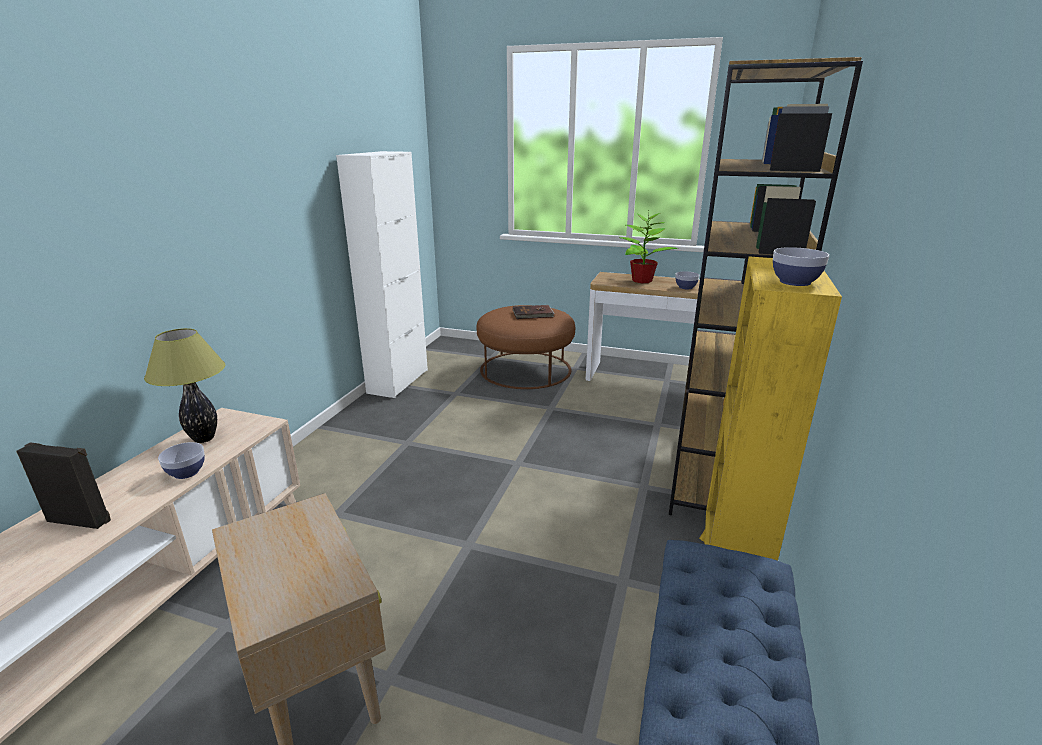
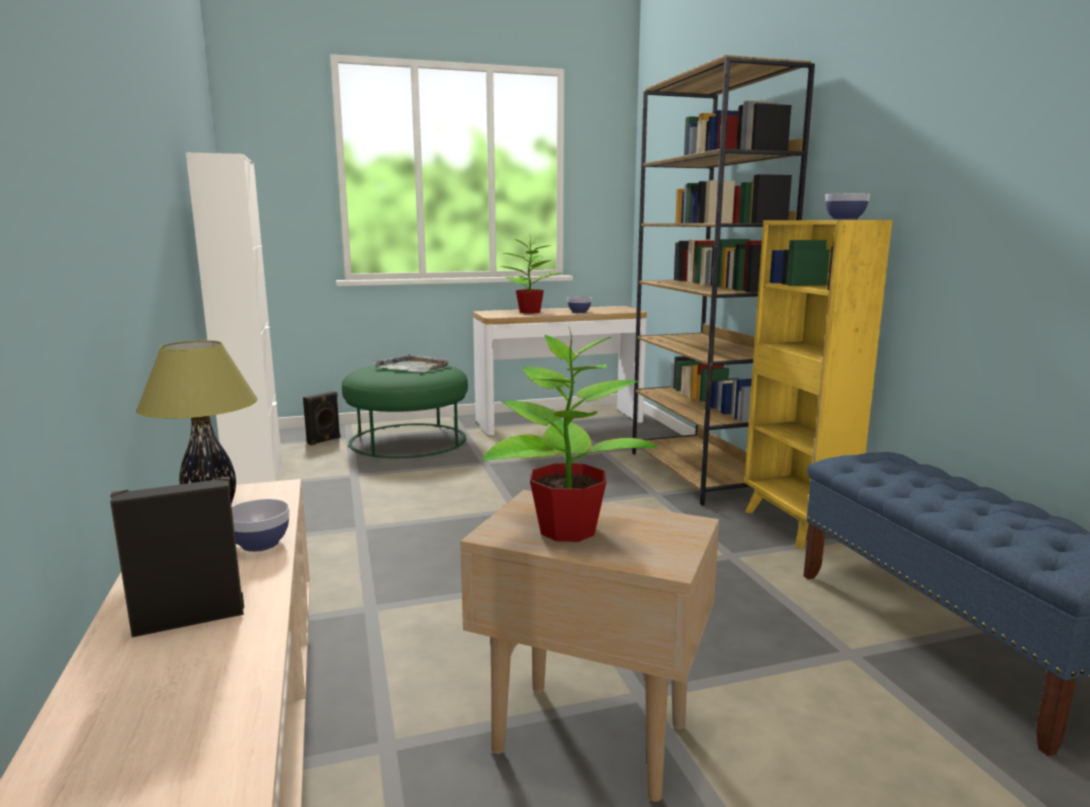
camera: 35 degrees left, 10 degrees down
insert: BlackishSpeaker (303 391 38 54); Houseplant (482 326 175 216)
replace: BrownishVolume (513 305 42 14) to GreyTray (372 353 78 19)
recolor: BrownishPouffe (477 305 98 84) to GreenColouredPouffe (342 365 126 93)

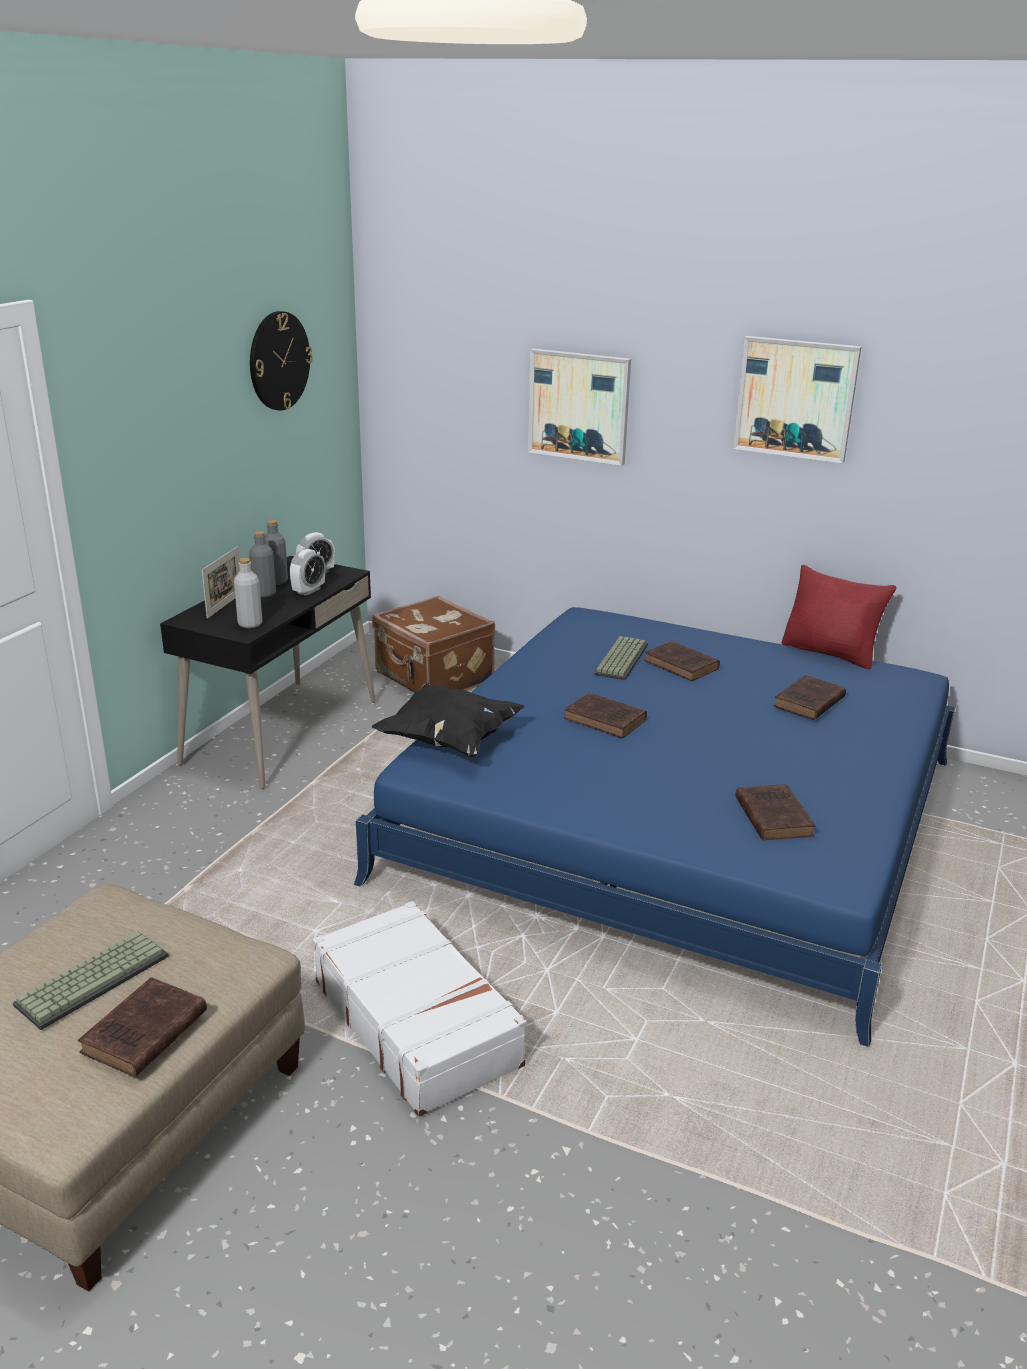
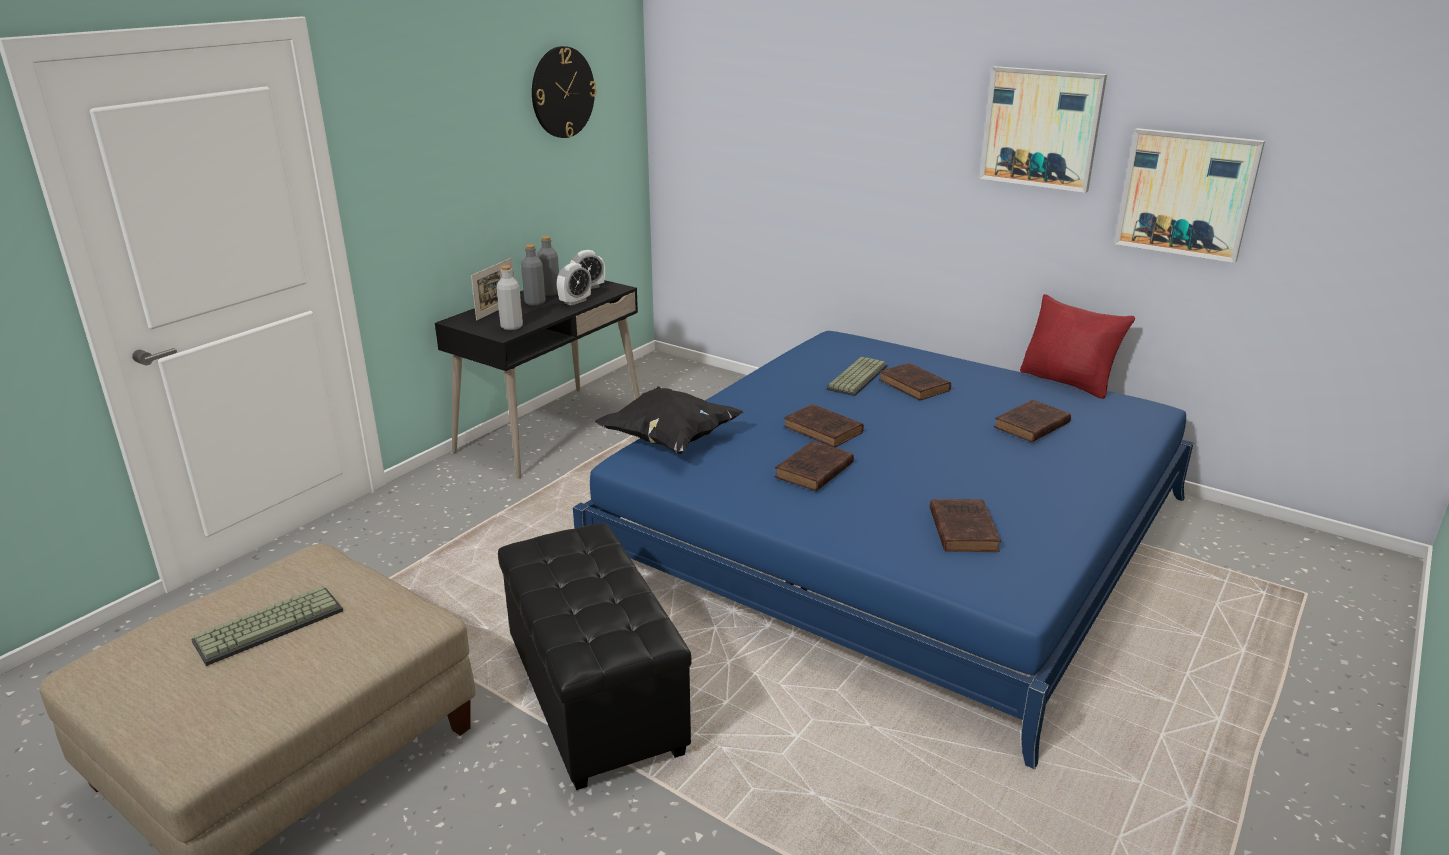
camera: 10 degrees right, 0 degrees up
delete: BrownishPieceOfLuggage (372 596 123 97)
move: BrownishVolume (78 977 129 100) to (775 441 79 50); WallArt (528 349 103 117) to (1114 128 151 135)
replace: WhiteColouredPieceOfLuggage (313 901 214 216) to BlackishPouffe (498 523 194 267)

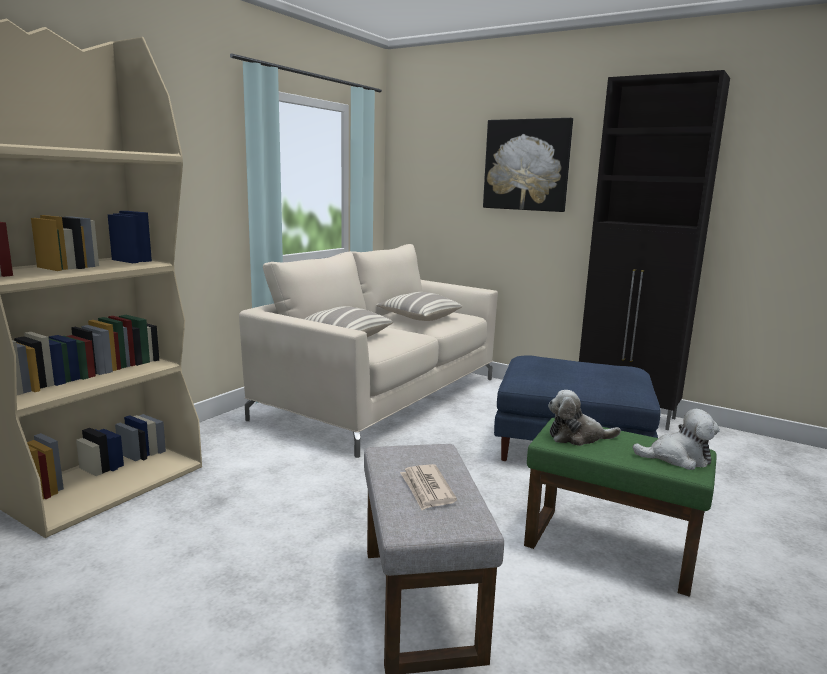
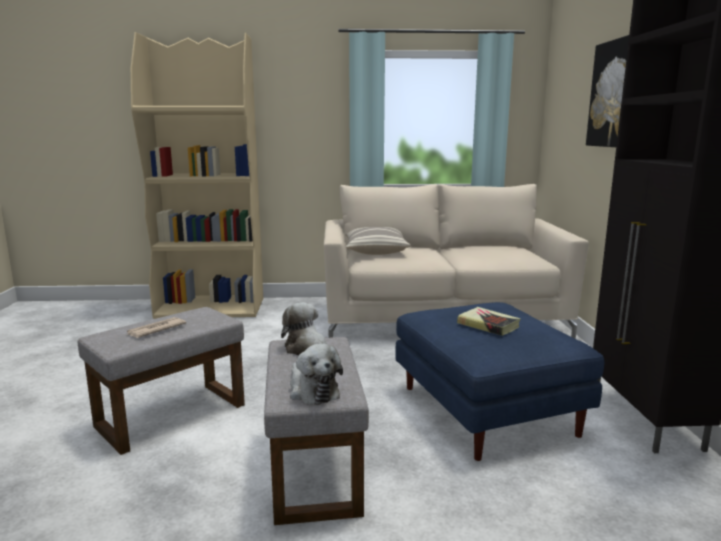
camera: 55 degrees right, 0 degrees up
delete: Pillow (376 292 86 29)
insert: Volume (457 307 63 29)
recolor: GreenColouredPouffe (524 418 193 179) to GreyPouffe (264 337 105 188)

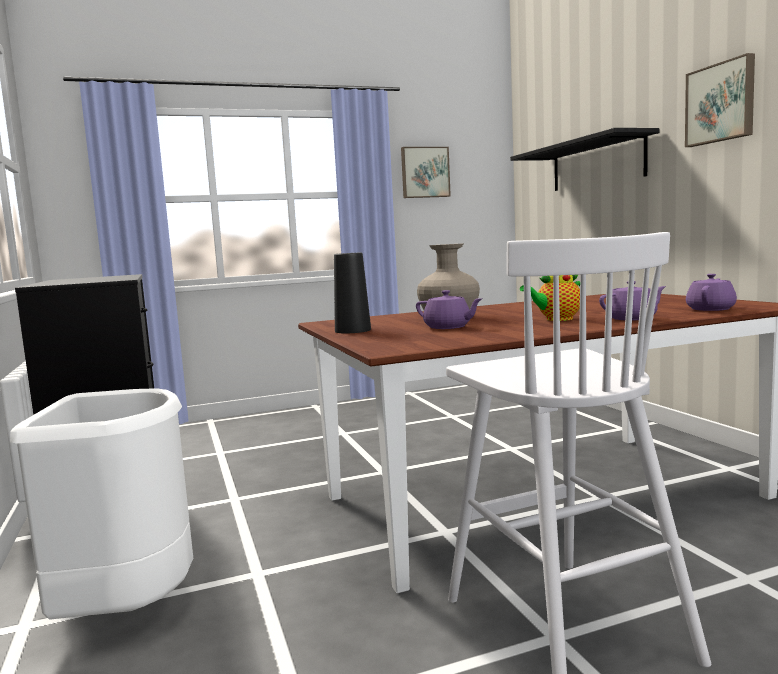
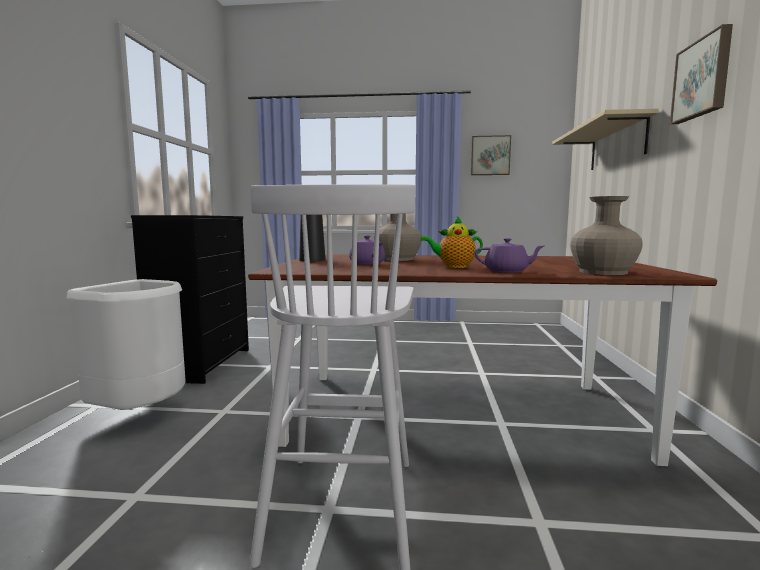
camera: 25 degrees right, 0 degrees up
replace: PurpleTeaPot (686 274 51 37) to SandColouredFlowerVase (570 196 73 79)
recolor: BlackishBracketShelf (510 128 150 63) to SandColouredBracketShelf (552 109 107 61)

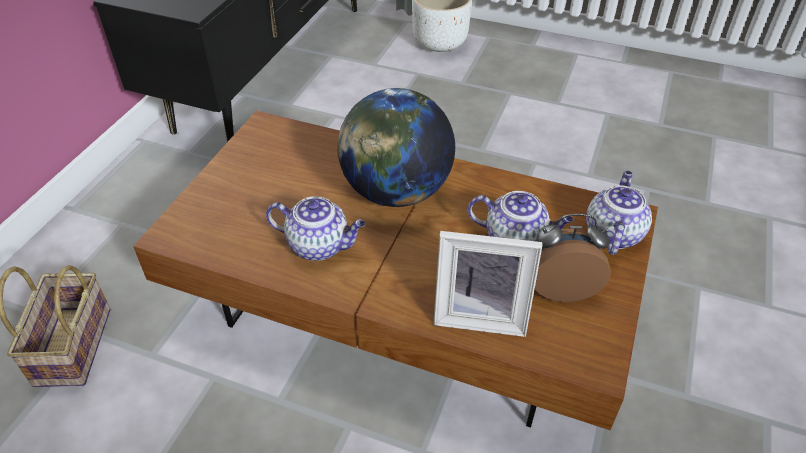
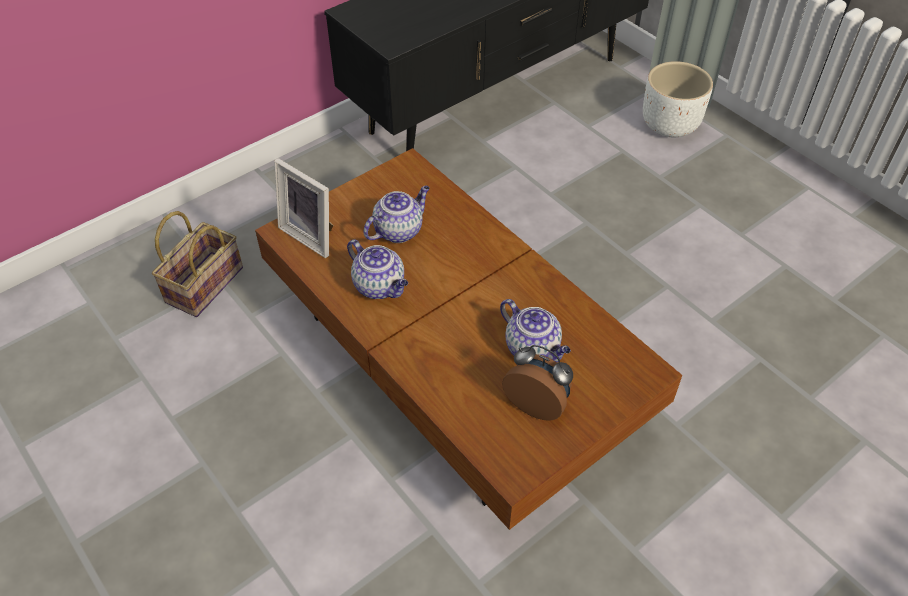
camera: 30 degrees right, 5 degrees up
delete: WorldGlobe (337 88 118 119)
move: PictureFrame (433 231 109 106) to (274 158 59 100); TeaPot (586 170 66 85) to (364 186 66 57)

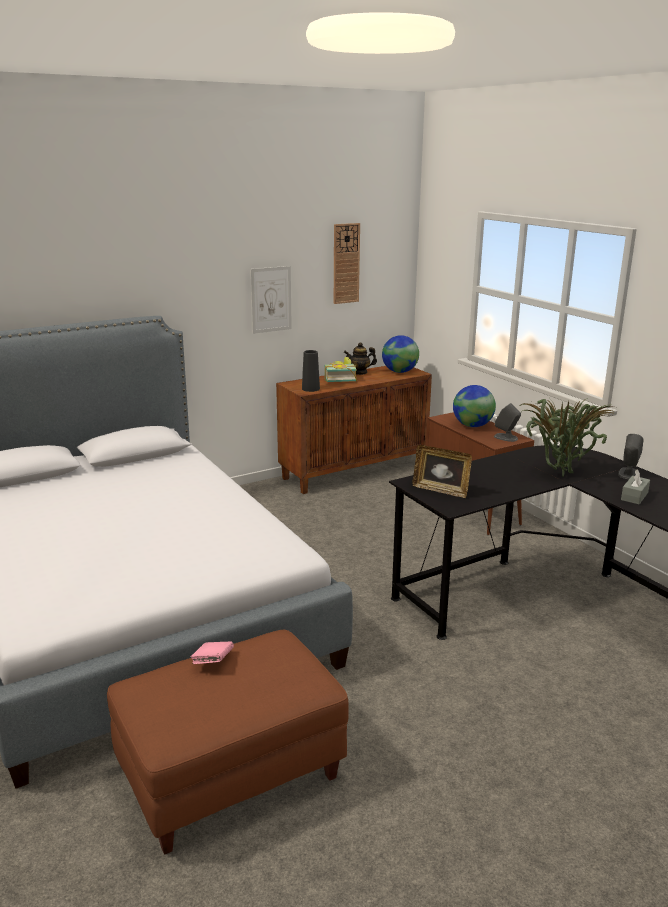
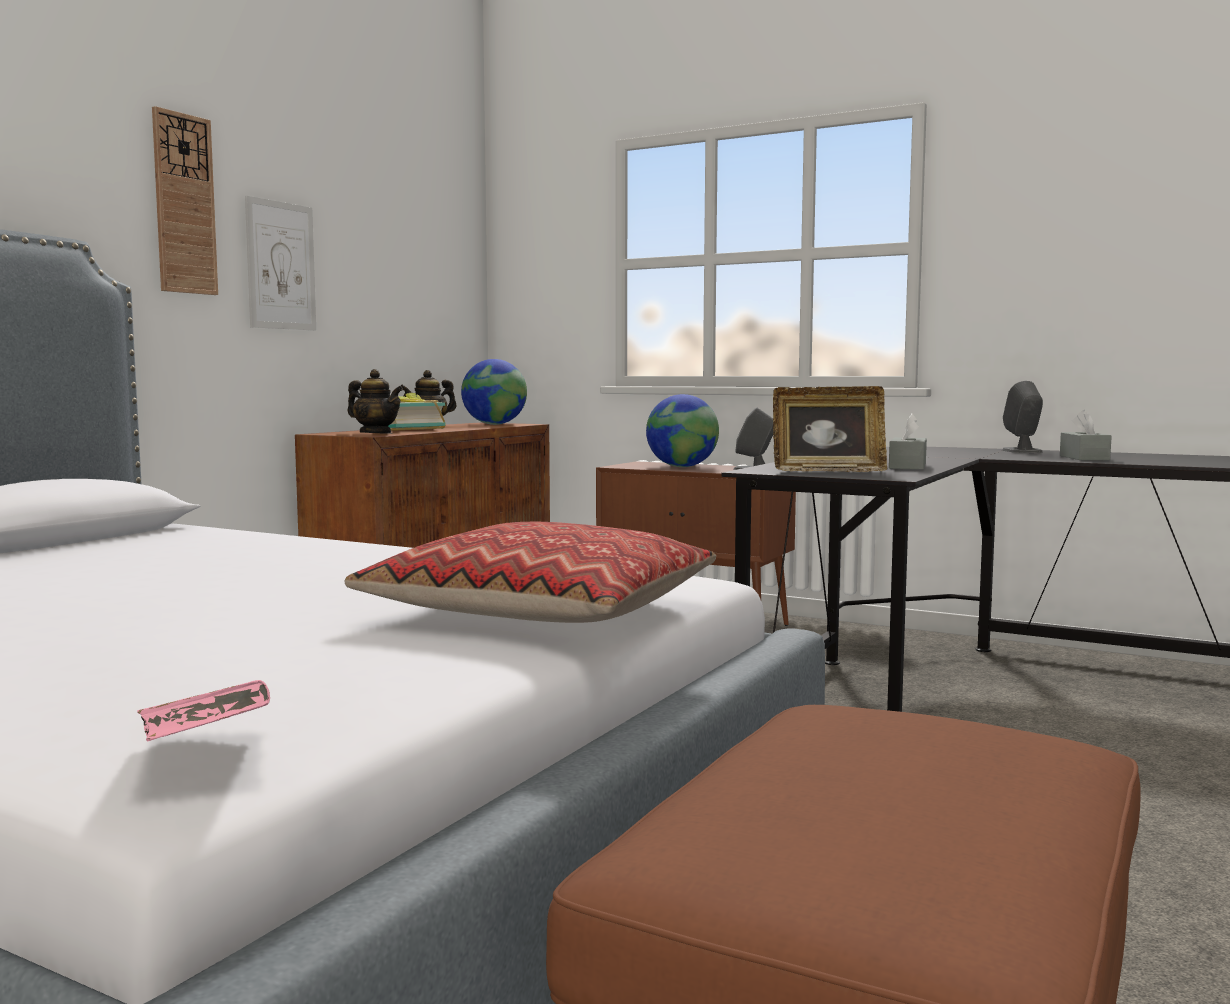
camera: 30 degrees left, 15 degrees down
delete: Houseplant (519 398 99 79)
insert: Pillow (345 522 371 101); GreyTissueBox (889 414 38 56)
move: PinkishVolume (191 642 43 22) to (137 680 133 61); ClockOnTheWall (334 223 26 81) to (152 106 66 189)
replace: BlackishFlowerVase (302 350 18 42) to TeaPot (348 369 55 65)

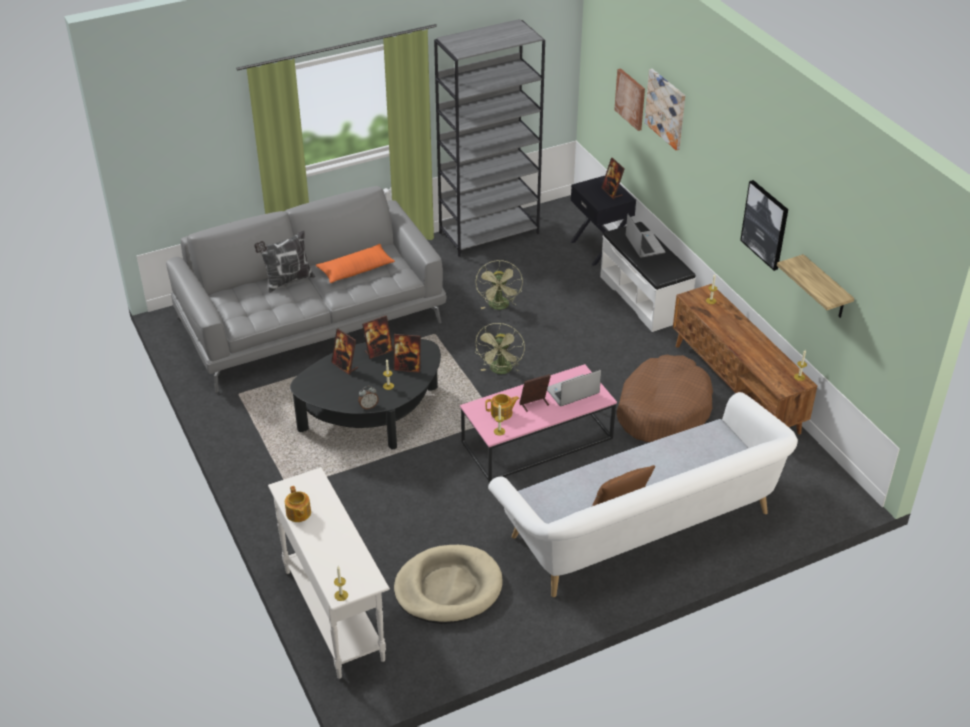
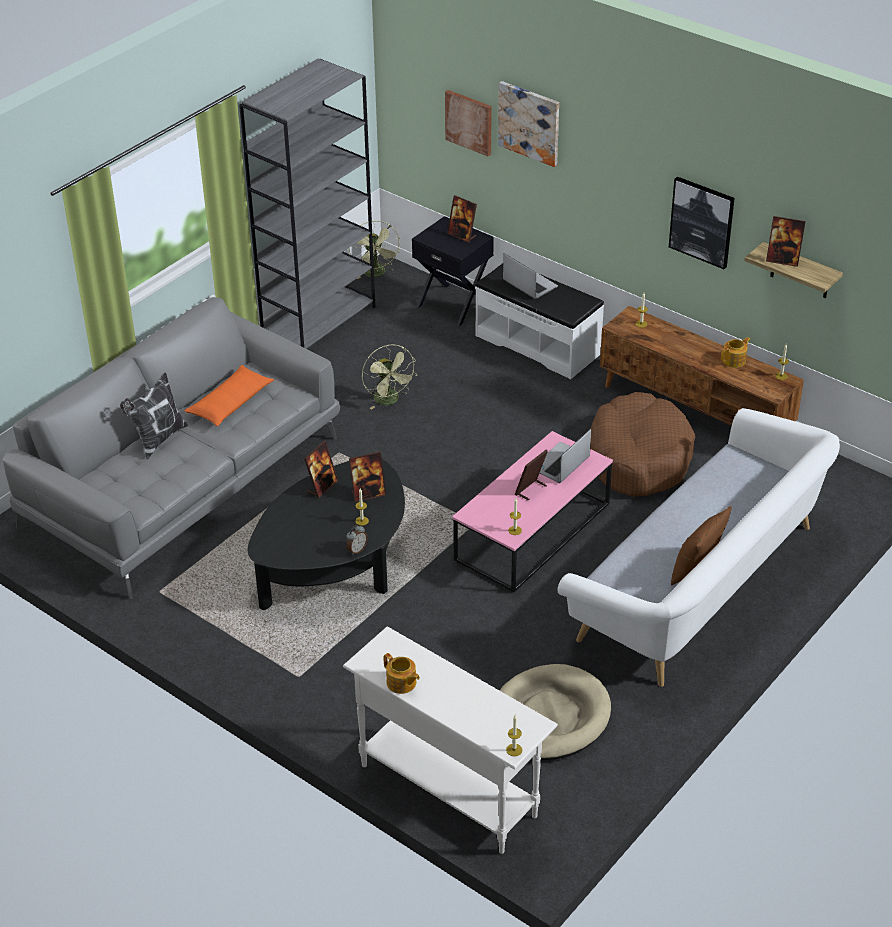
camera: 25 degrees left, 0 degrees up
move: GreenColouredElectricFan (476 323 49 51) to (349 220 51 59); TeaPot (485 394 34 26) to (721 337 30 31); PictureFrame (331 329 27 46) to (766 216 40 51)

